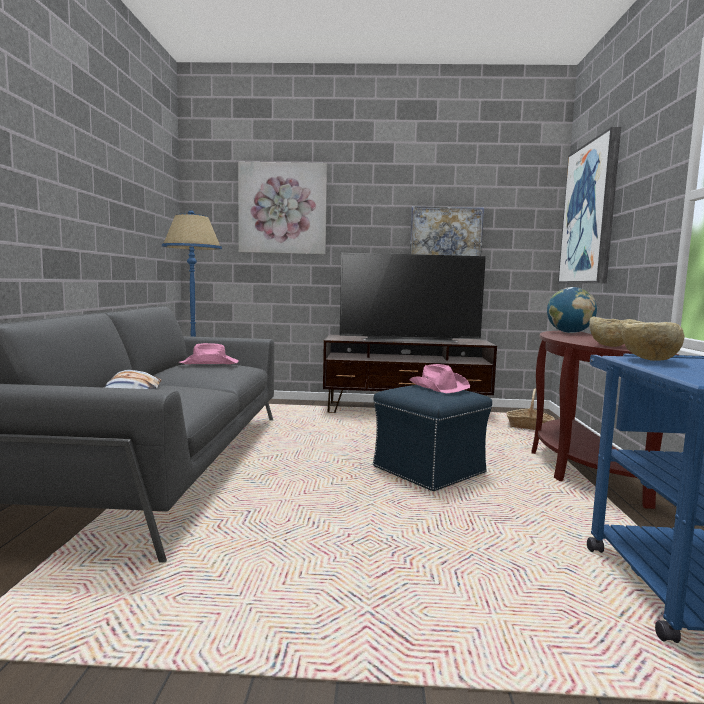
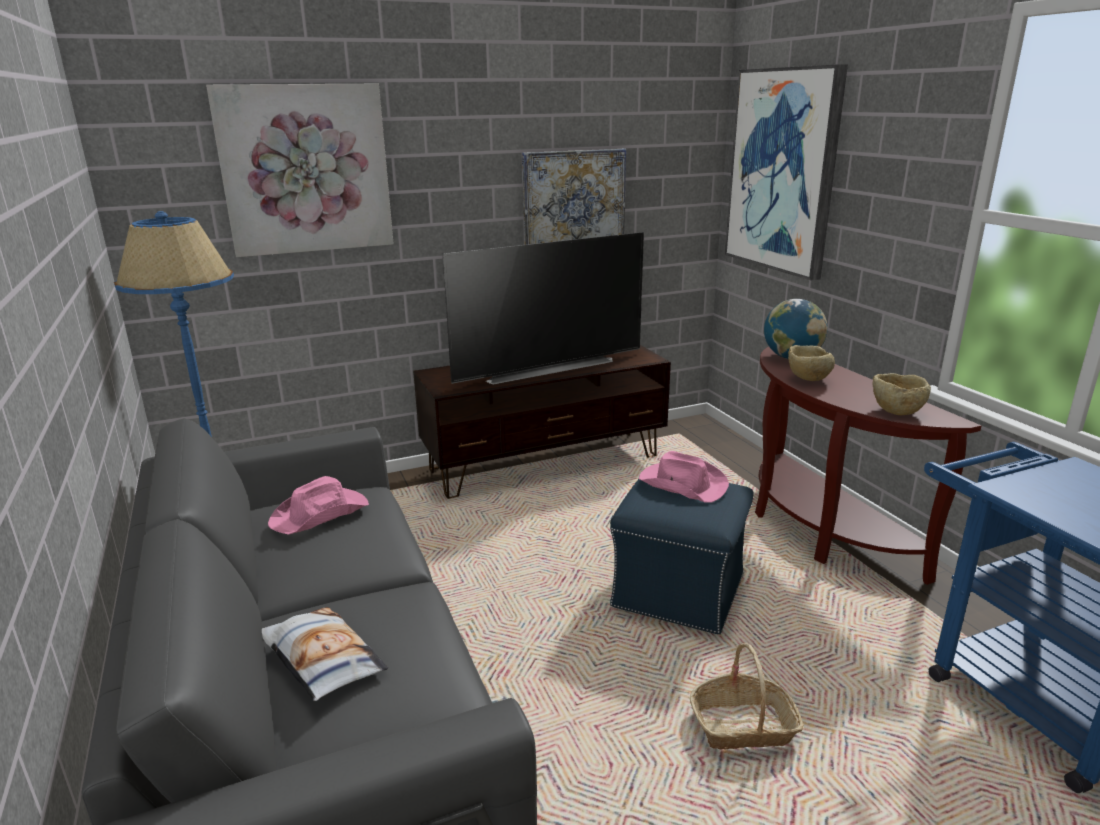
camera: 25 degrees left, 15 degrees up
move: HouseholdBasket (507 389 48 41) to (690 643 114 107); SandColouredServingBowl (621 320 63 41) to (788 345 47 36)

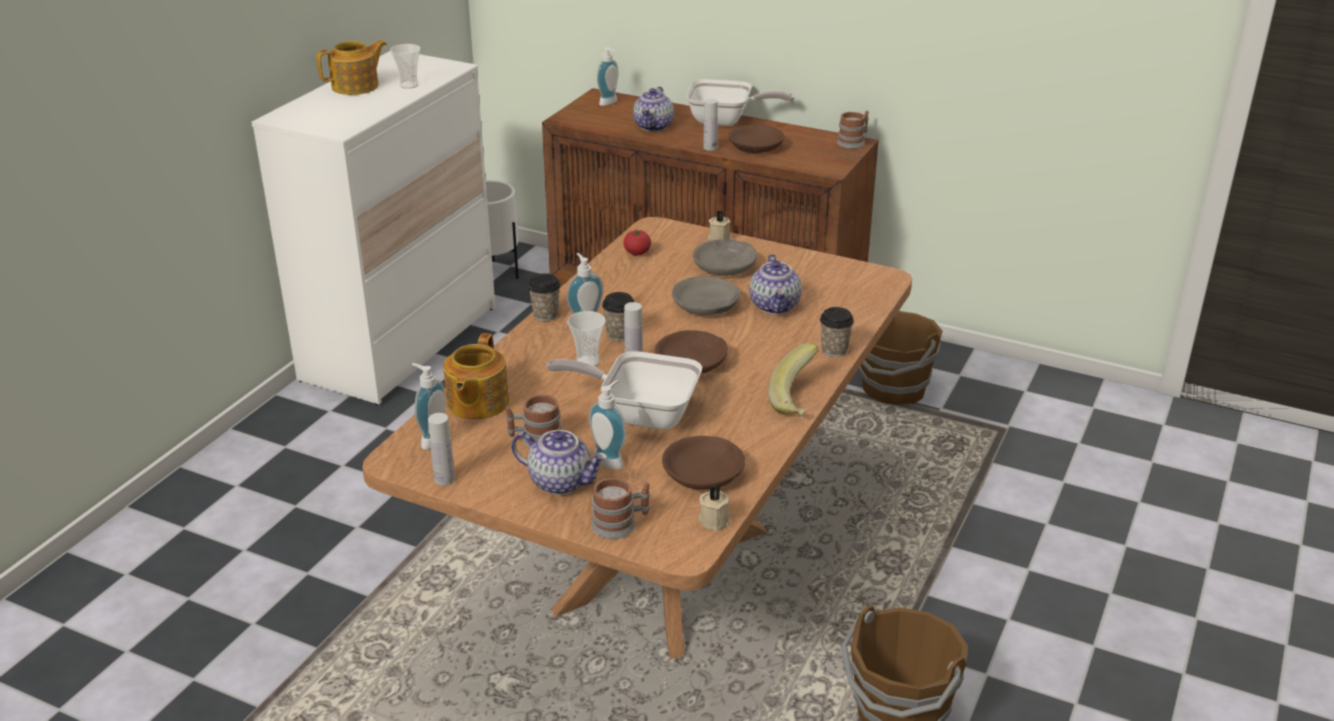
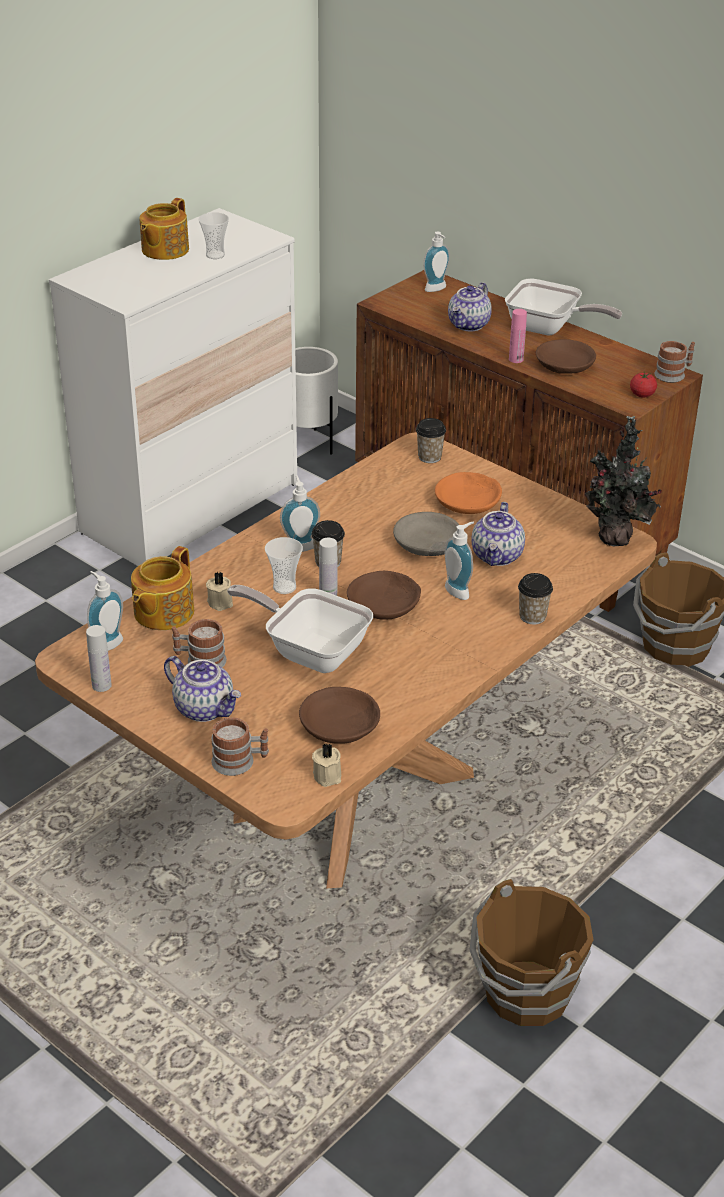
camera: 15 degrees right, 5 degrees up
delete: Banana (768 343 51 73)
insert: Houseplant (585 416 77 130)
move: SandColouredWaxCandle (708 210 23 30) to (206 572 27 39); Cup (528 273 32 48) to (416 418 30 45); LiquidSoapBottle (589 380 37 89) to (445 522 29 78); WholeTomato (623 229 28 26) to (630 372 27 25)
recolor: GreyServingBowl (693 239 64 37) to OrangeColouredServingBowl (435 472 67 42); WhiteColouredDrinkBottle (704 99 14 52) to PinkishDrinkBottle (509 309 18 54)
rotate: TeaPot (316 40 71 55) = (139 198 50 62) 135 degrees clockwise

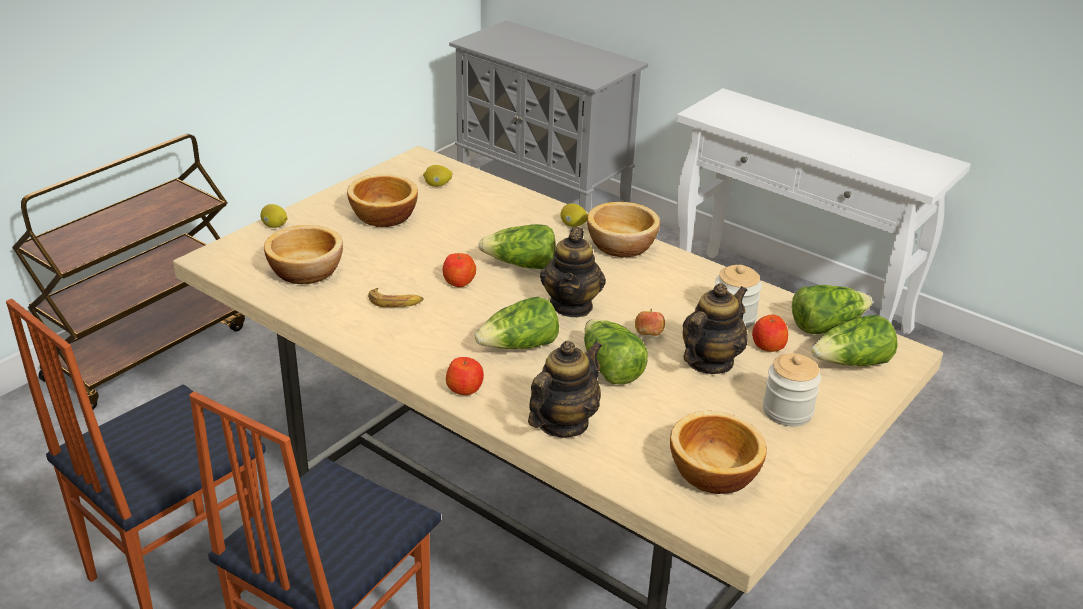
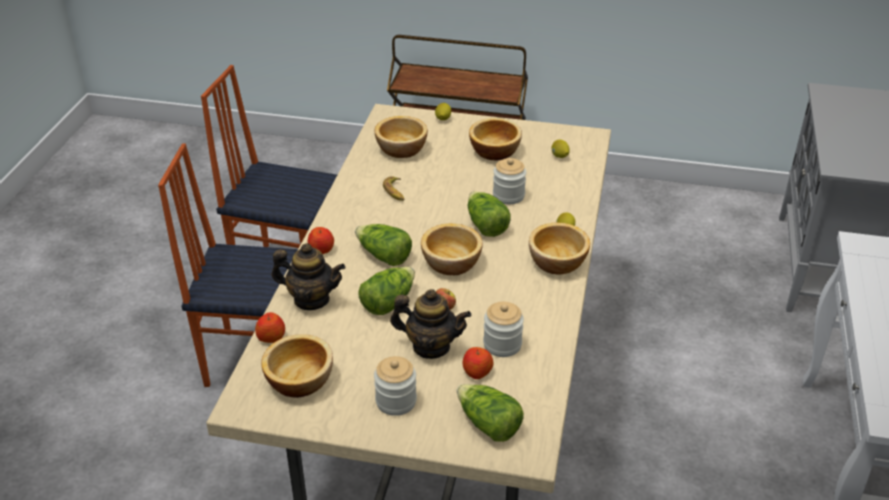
camera: 65 degrees right, 5 degrees up
delete: HeadOfLettuce (792 285 80 49)
insert: Jar (493 158 33 46)
move: Apple (443 253 33 34) to (255 312 30 31)
replace: TeaPot (540 227 66 90) to ServingBowl (421 224 62 51)

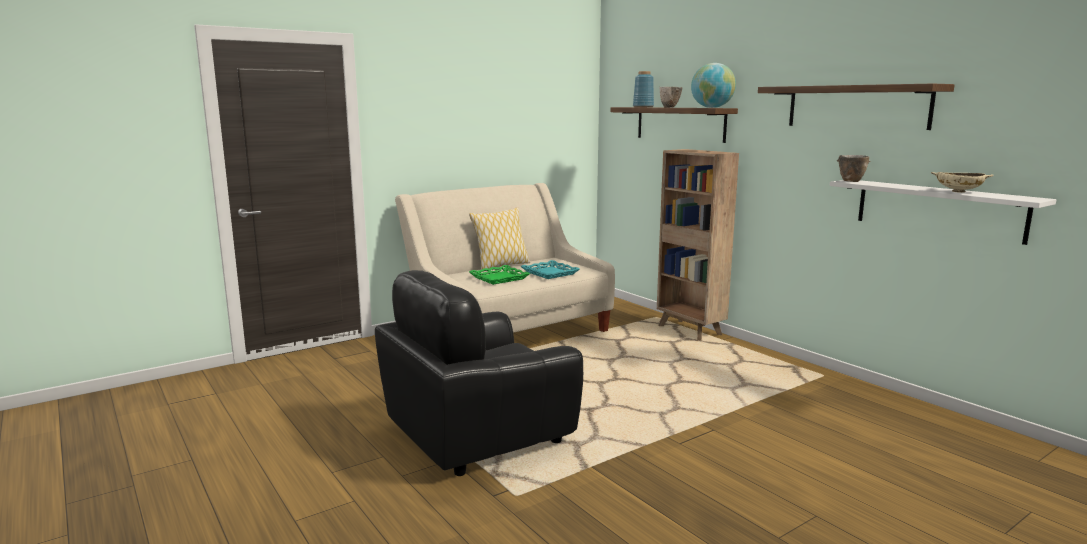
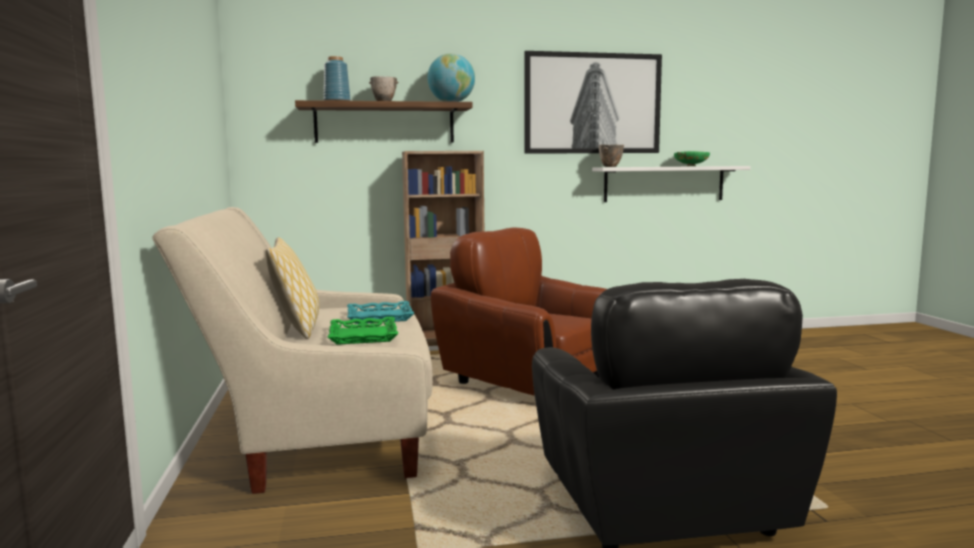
camera: 65 degrees left, 5 degrees down
insert: BrownishLoungeChair (431 227 176 169)
replace: BracketShelf (758 84 197 46) to WallArt (524 51 138 103)
recolor: SandColouredServingBowl (931 172 62 21) to GreenColouredServingBowl (674 151 36 15)

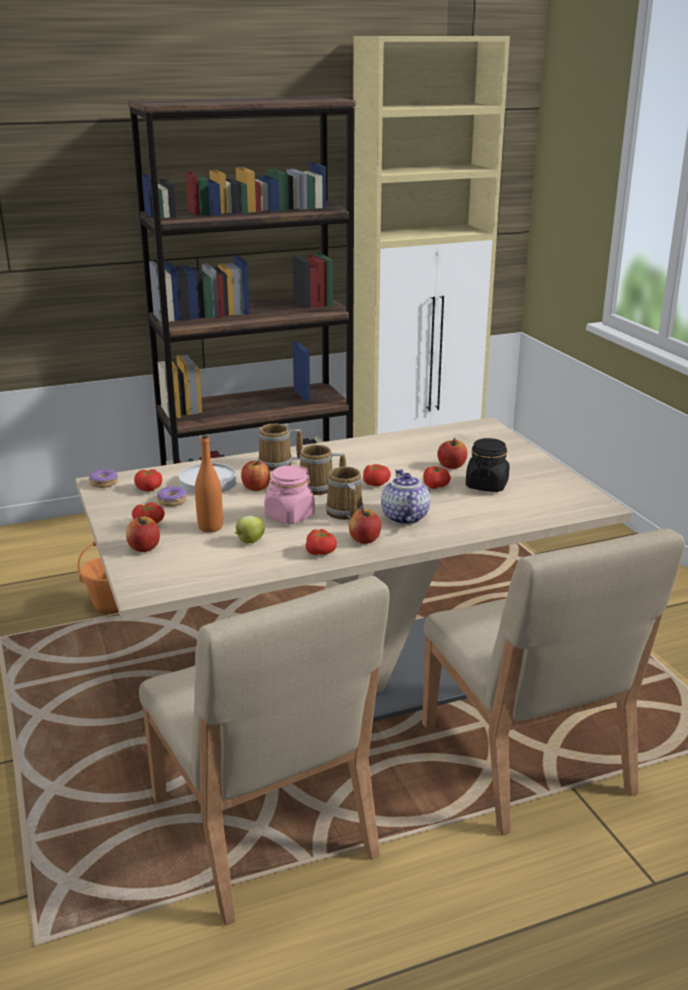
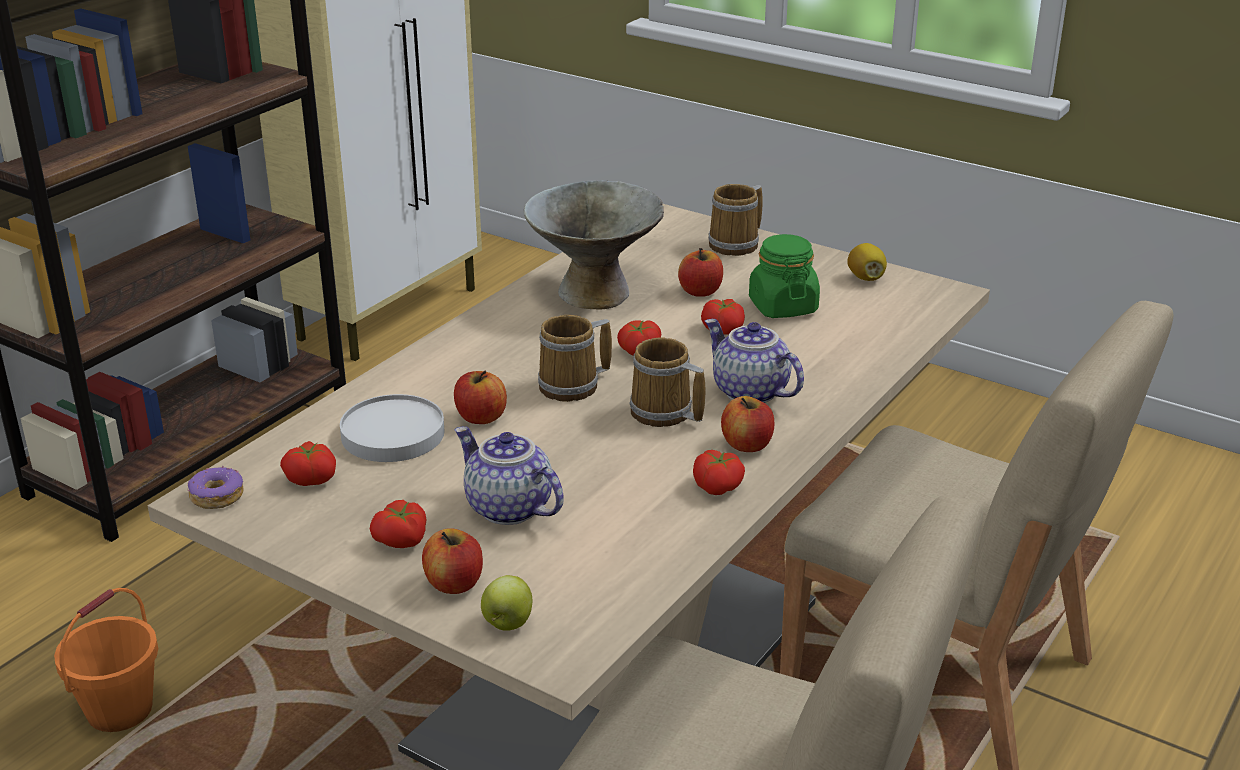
camera: 35 degrees left, 5 degrees up
delete: RingDoughnut (157 486 30 21); PinkishJar (264 466 51 58)
insert: GreyServingBowl (524 180 140 130); WholeLemon (847 243 40 38)
move: Apple (235 516 30 28) to (481 575 51 56); CoffeeMug (258 424 45 47) to (708 184 55 72)
replace: OrangeColouredDrinkBottle (195 435 28 98) to TeaPot (455 426 109 99)
recolor: BlackishJar (466 438 43 54) to GreenColouredJar (749 234 71 84)

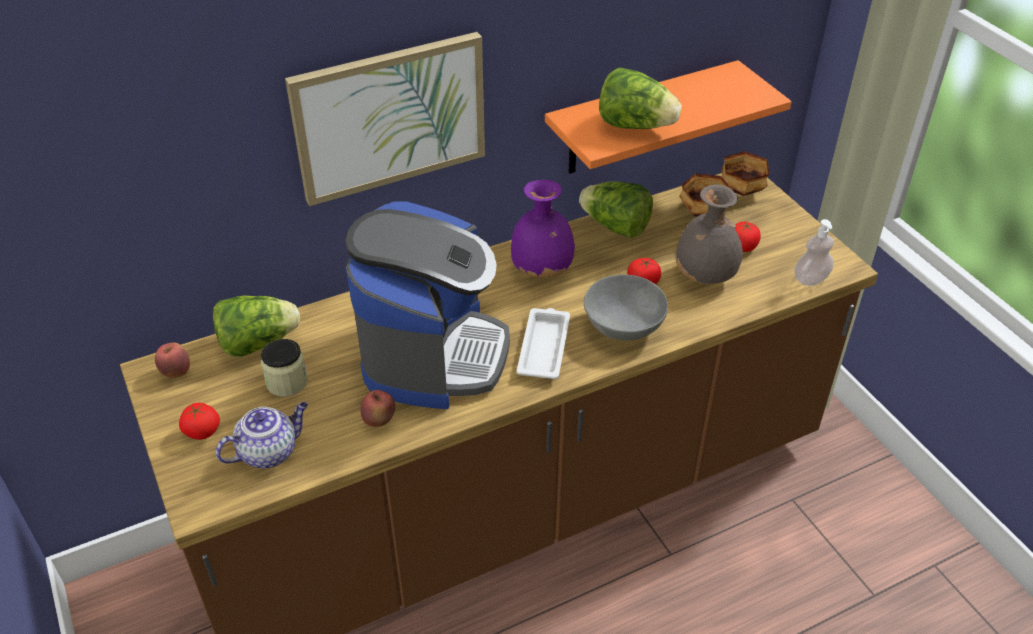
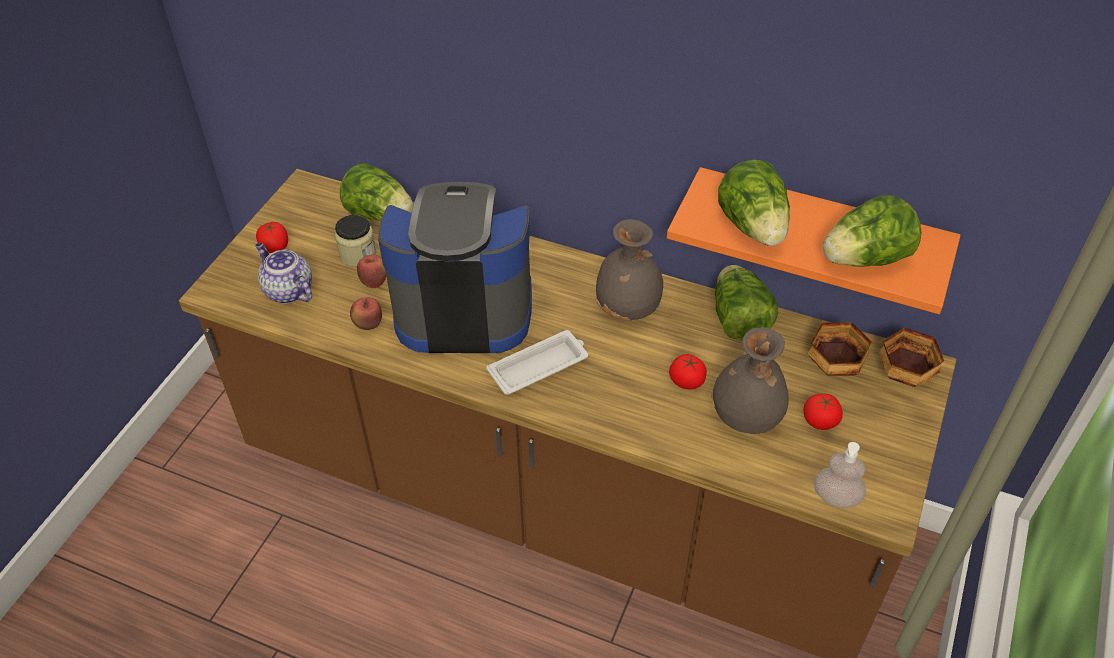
camera: 50 degrees right, 5 degrees up
delete: WallArt (285 32 200 174); GreyServingBowl (584 275 84 65)
insert: HeadOfLettuce (823 195 99 72)
move: Apple (155 342 35 36) to (357 254 29 34)
recolor: PurpleFlowerVase (511 180 64 97) to GreyFlowerVase (595 219 68 102)
rotate: TeaPot (216 402 92 67) = (255 243 57 61) 150 degrees counterclockwise; CoffeeMachine (346 202 164 207) = (378 182 154 171) 150 degrees counterclockwise

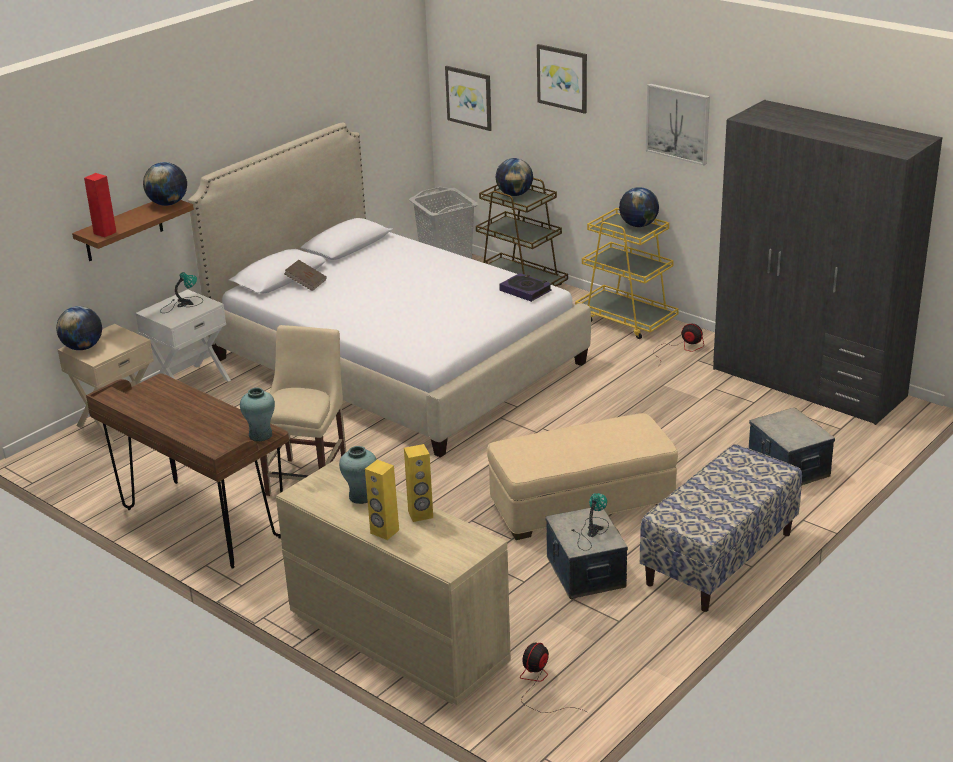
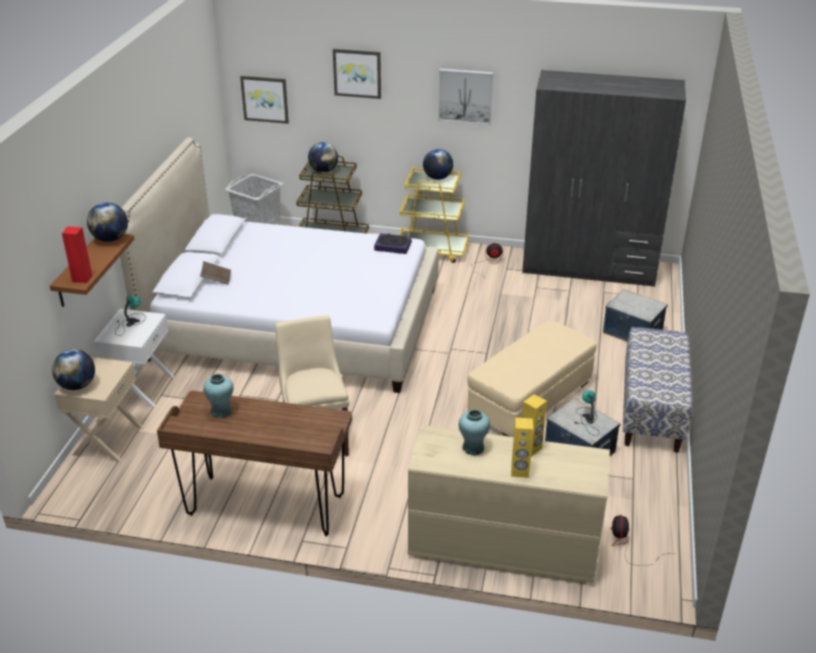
camera: 30 degrees left, 5 degrees up
move: BlueGreenFlowerVase (240 388 35 53) to (203 374 30 44)

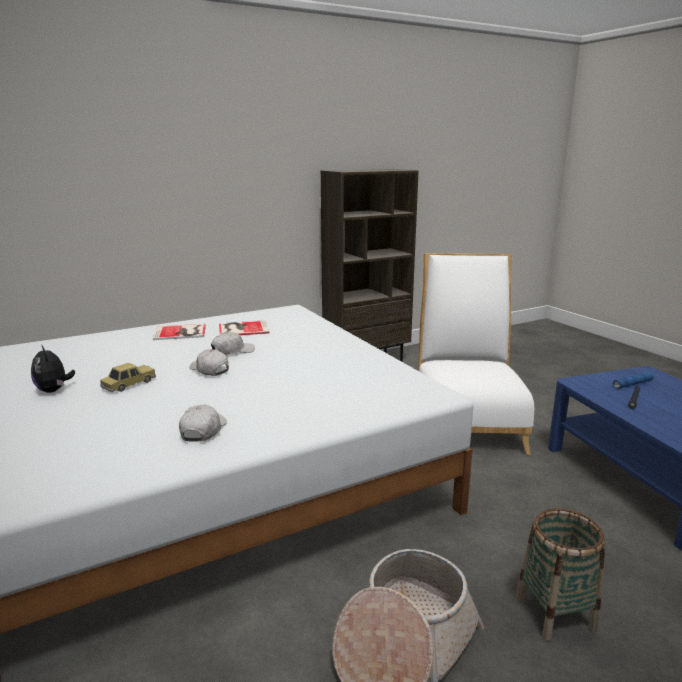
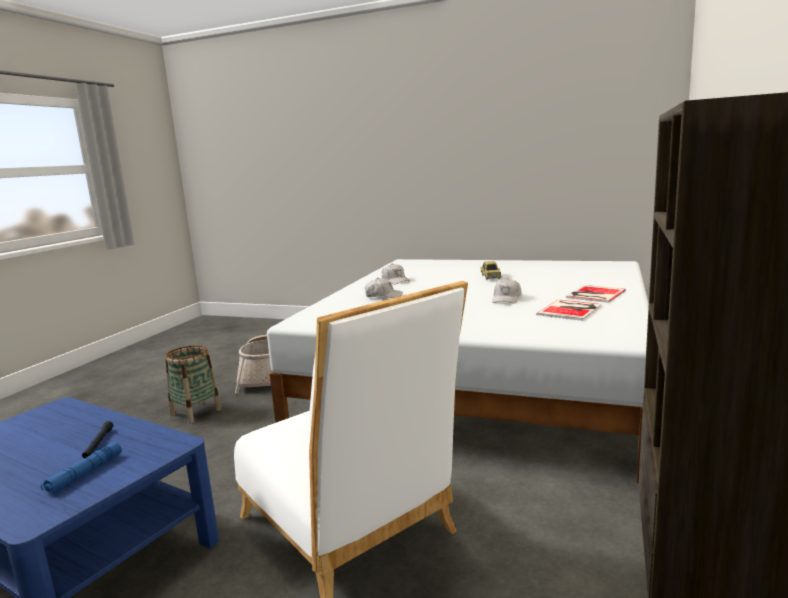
camera: 140 degrees right, 5 degrees down
delete: PlushToy (31 344 44 49)
move: WhiteColouredCap (190 349 39 27) to (365 278 38 20)

